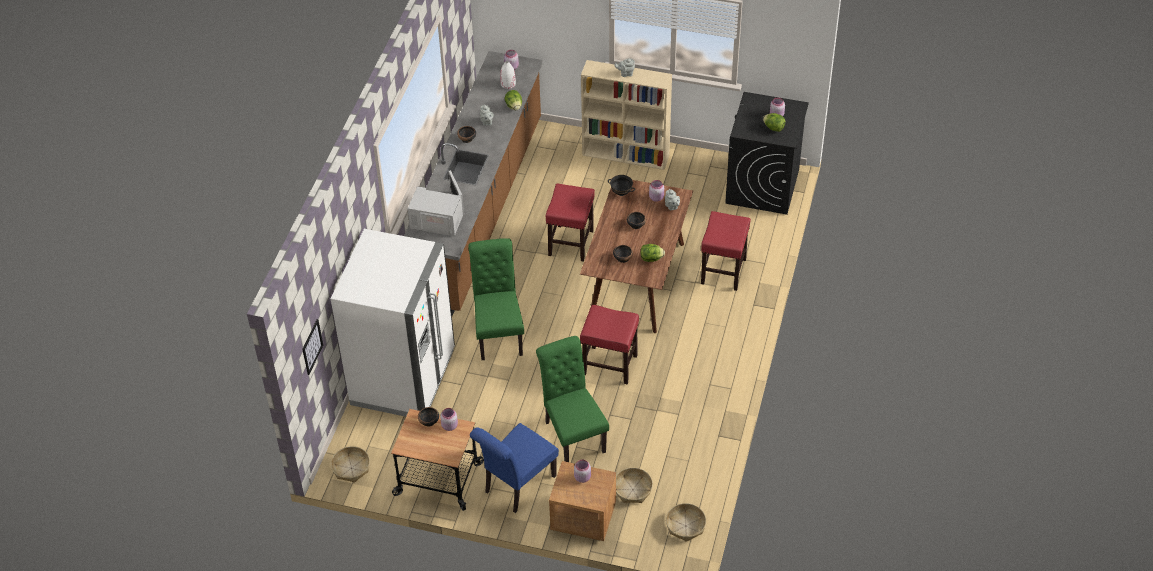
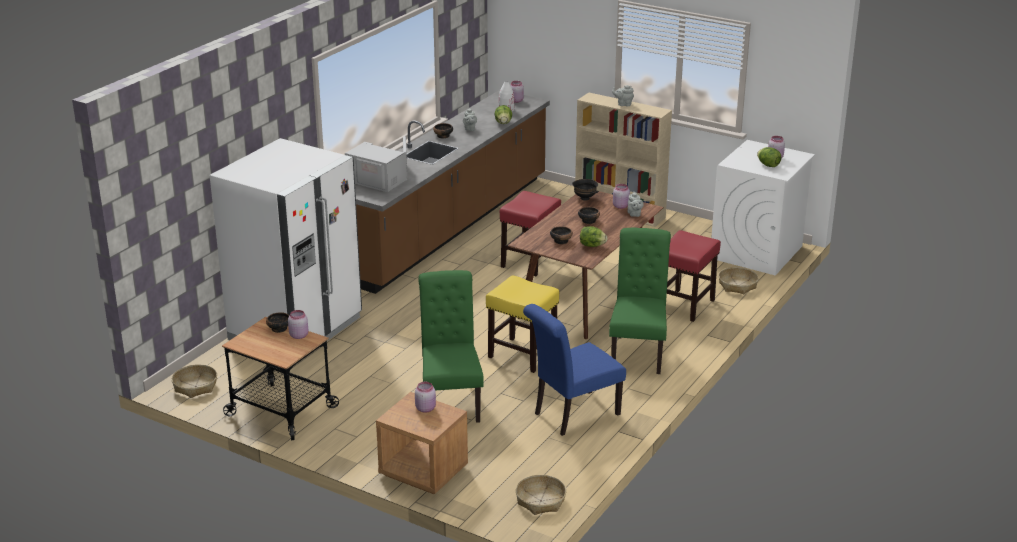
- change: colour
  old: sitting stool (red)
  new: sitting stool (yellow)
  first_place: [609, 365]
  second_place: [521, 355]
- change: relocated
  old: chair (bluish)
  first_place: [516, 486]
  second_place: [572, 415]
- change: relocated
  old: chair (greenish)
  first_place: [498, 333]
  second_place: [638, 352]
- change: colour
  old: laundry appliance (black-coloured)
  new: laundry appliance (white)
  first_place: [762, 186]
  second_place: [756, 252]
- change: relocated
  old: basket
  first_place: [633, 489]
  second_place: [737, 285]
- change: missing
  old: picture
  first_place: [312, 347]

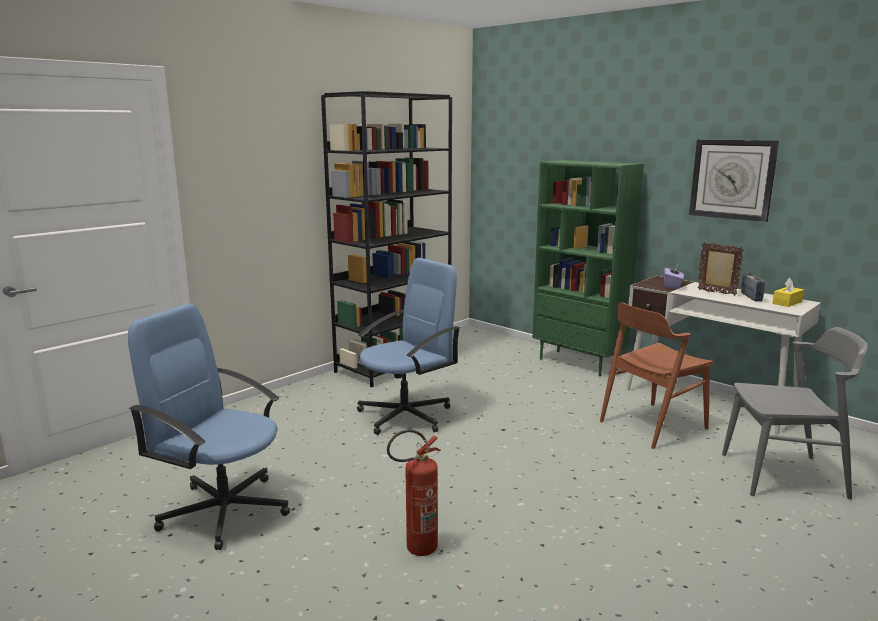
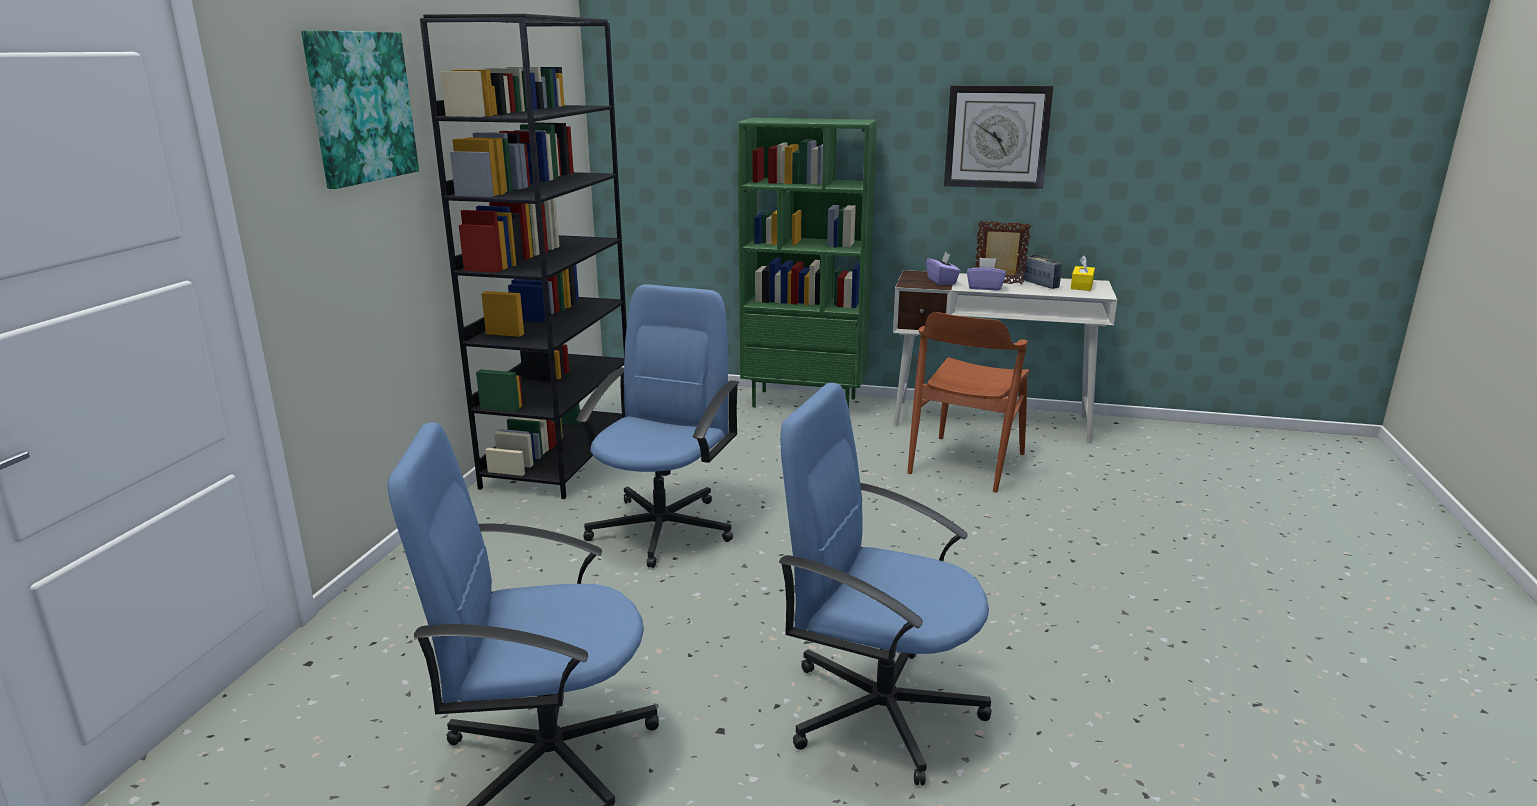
- change: appeared
  new: picture
  second_place: [360, 107]
- change: exchanged
  old: extinguisher
  new: desk chair (bluish)
  first_place: [415, 550]
  second_place: [880, 710]
- change: appeared
  new: box of tissues (purple)
  second_place: [985, 287]
- change: missing
  old: chair (gray)
  first_place: [783, 475]

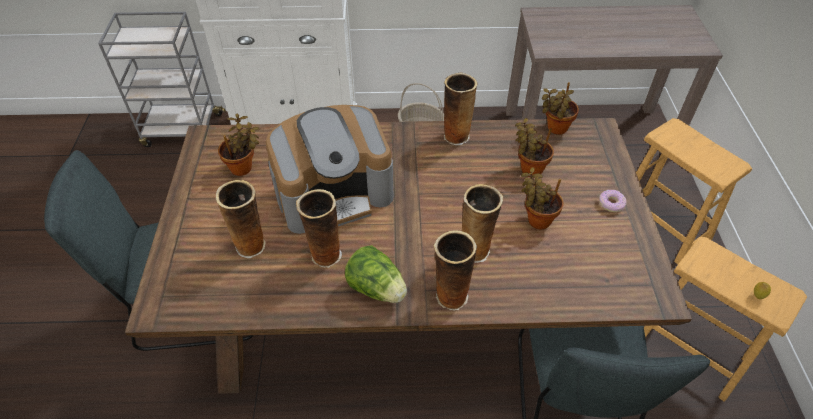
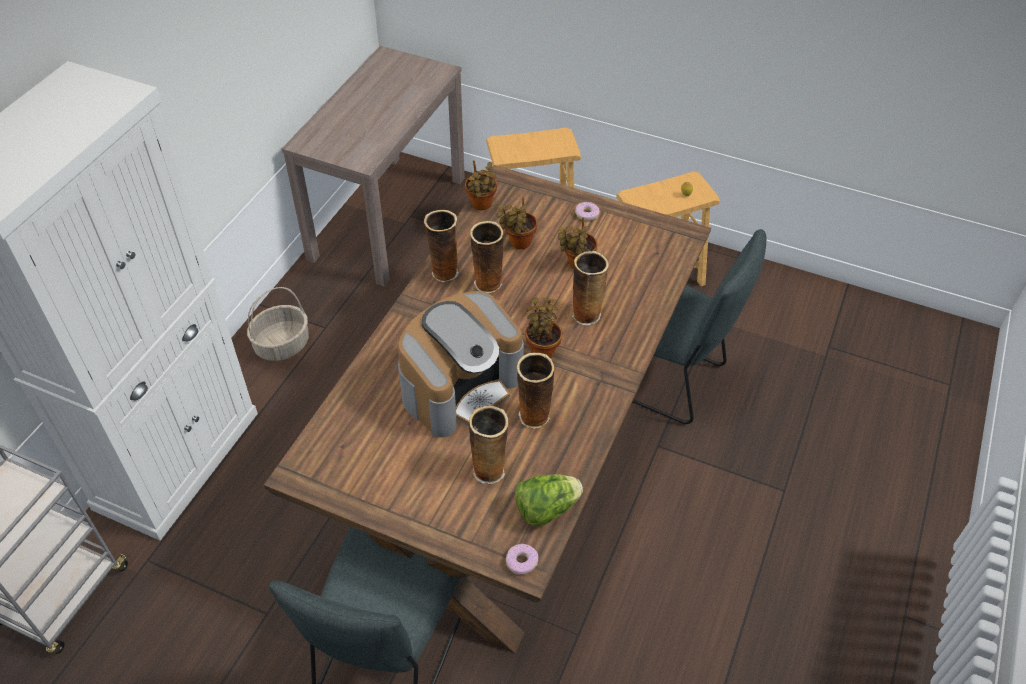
- change: spun
  old: coffee machine
  first_place: [334, 193]
  second_place: [460, 386]
  degrees: 45
- change: relocated
  old: flower vase
  first_place: [450, 296]
  second_place: [487, 284]
- change: appeared
  new: ring doughnut
  second_place: [521, 561]
- change: relocated
  old: lettuce head
  first_place: [377, 288]
  second_place: [546, 509]
- change: relocated
  old: potted plant
  first_place: [244, 167]
  second_place: [542, 350]

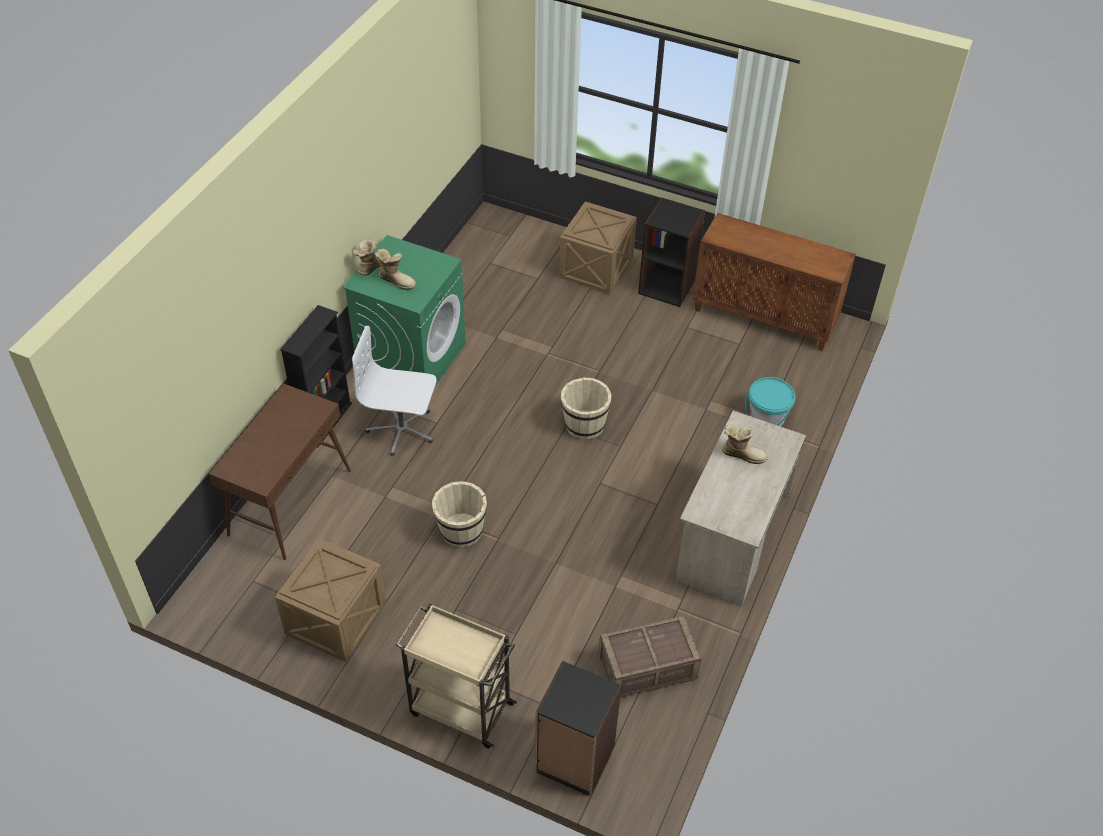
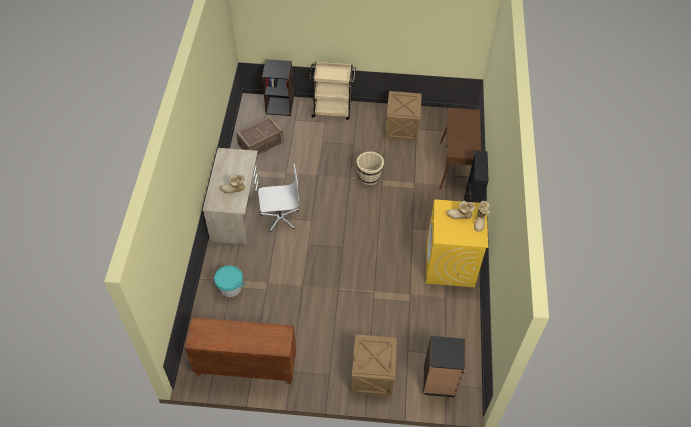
- change: relocated
  old: desk chair (white)
  first_place: [402, 430]
  second_place: [280, 217]
- change: relocated
  old: bookshelf (black-coloured)
  first_place: [667, 286]
  second_place: [439, 381]
- change: colour
  old: laundry appliance (greenish)
  new: laundry appliance (yellow)
  first_place: [412, 358]
  second_place: [450, 264]
- change: missing
  old: pail (sand-coloured)
  first_place: [584, 425]

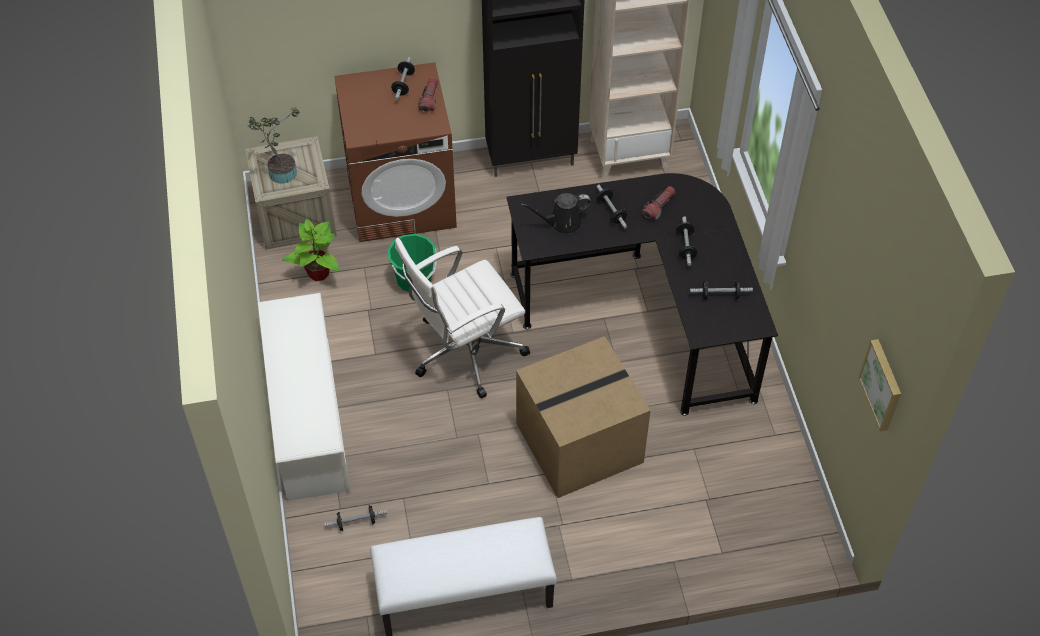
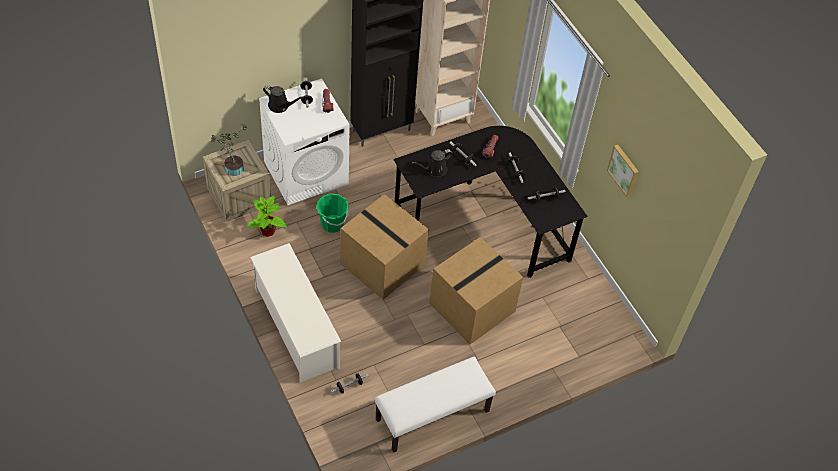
- change: colour
  old: laundry appliance (brown-coloured)
  new: laundry appliance (white)
  first_place: [402, 200]
  second_place: [306, 172]
- change: appeared
  new: watering pot (black-coloured)
  second_place: [280, 106]
- change: exchanged
  old: desk chair (white)
  new: packing box
  first_place: [464, 352]
  second_place: [381, 264]
- change: relocated
  old: picture
  first_place: [883, 384]
  second_place: [624, 170]

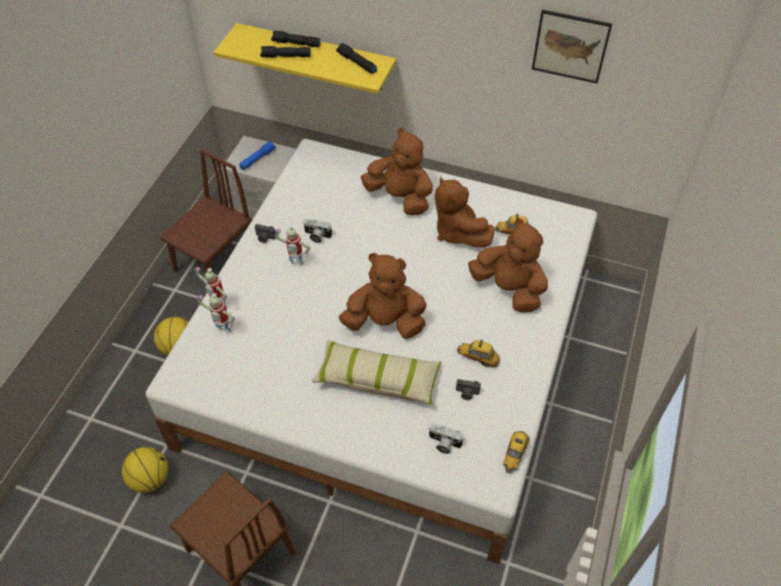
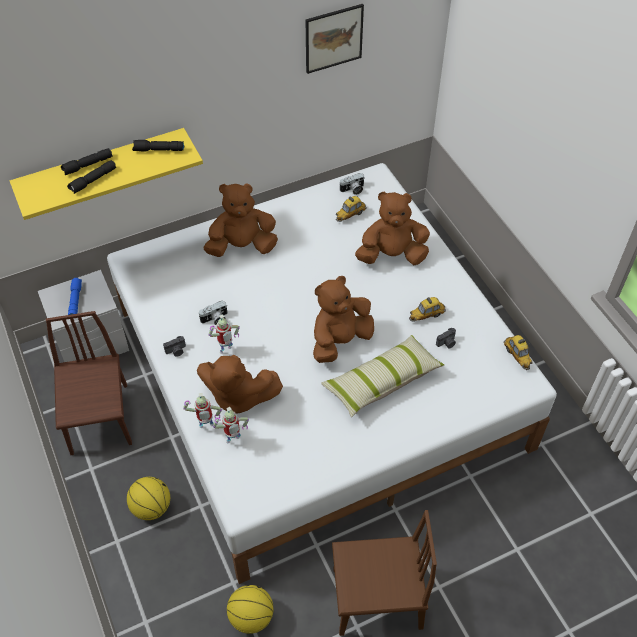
- change: relocated
  old: cuddly toy (brown-coloured)
  first_place: [457, 232]
  second_place: [237, 397]
- change: relocated
  old: photo camera
  first_place: [443, 443]
  second_place: [353, 190]

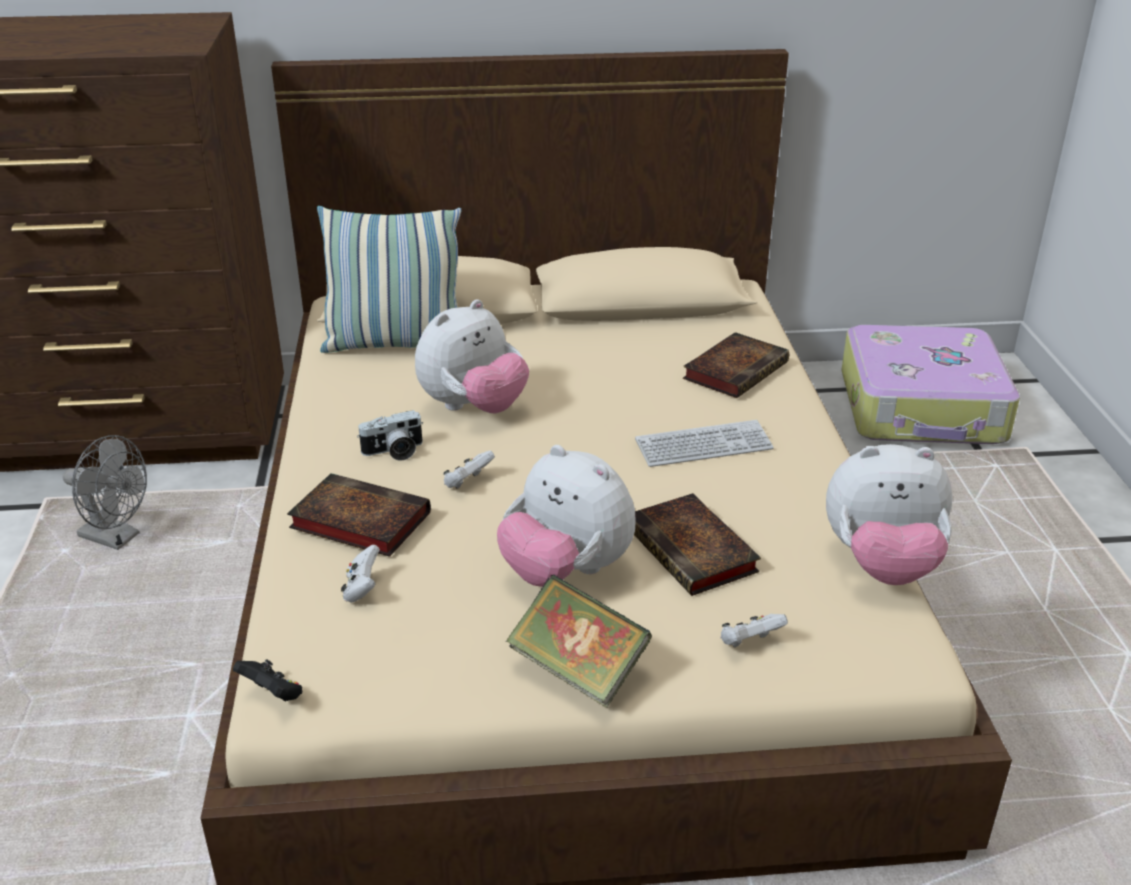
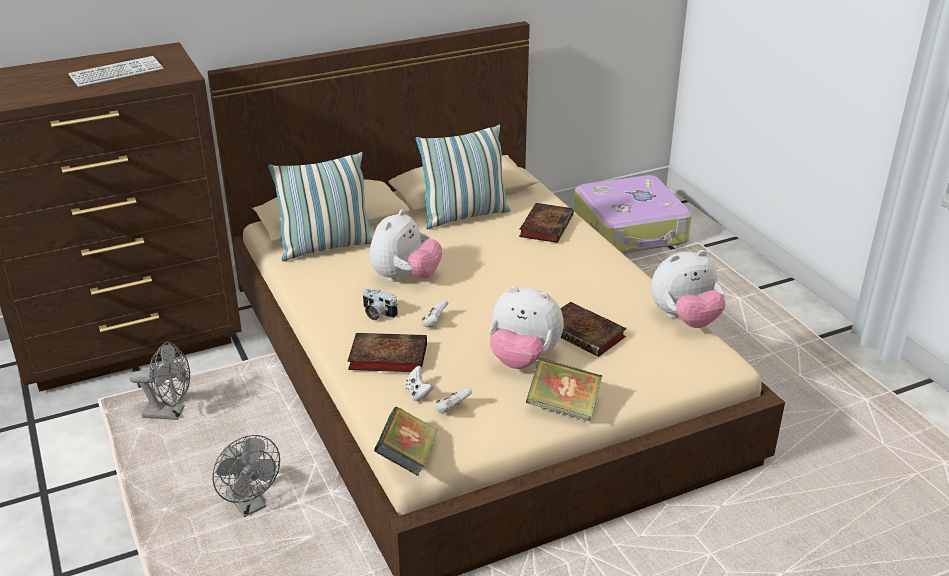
- change: relocated
  old: computer keyboard
  first_place: [703, 446]
  second_place: [117, 73]
- change: appeared
  new: cooling fan (gray)
  second_place: [250, 505]
- change: spun
  old: photo camera
  first_place: [394, 452]
  second_place: [377, 313]
  degrees: 75
- change: exchanged
  old: game controller (black-coloured)
  new: volume
  first_place: [273, 694]
  second_place: [407, 458]
- change: appeared
  new: throw pillow
  second_place: [464, 216]
- change: relocated
  old: game controller (white)
  first_place: [749, 643]
  second_place: [452, 409]

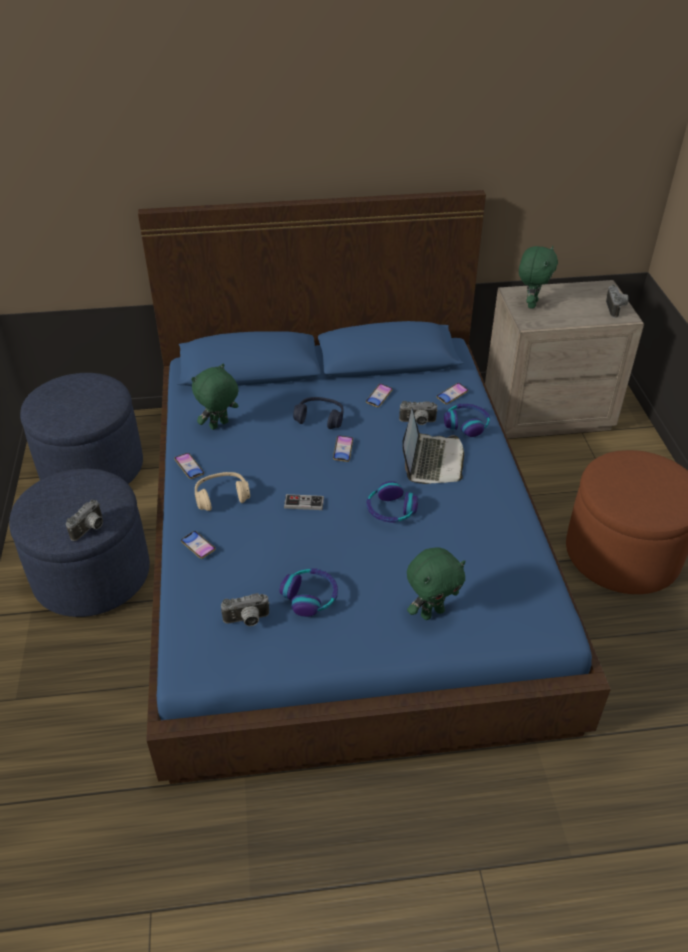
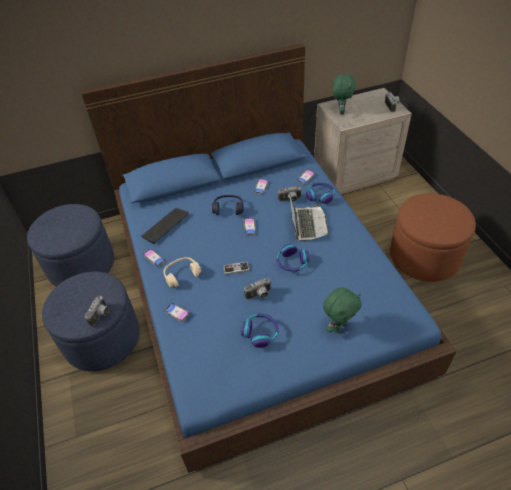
- change: exchanged
  old: cuddly toy (greenish)
  new: computer keyboard
  first_place: [219, 426]
  second_place: [165, 226]
- change: relocated
  old: photo camera
  first_place: [247, 620]
  second_place: [259, 295]

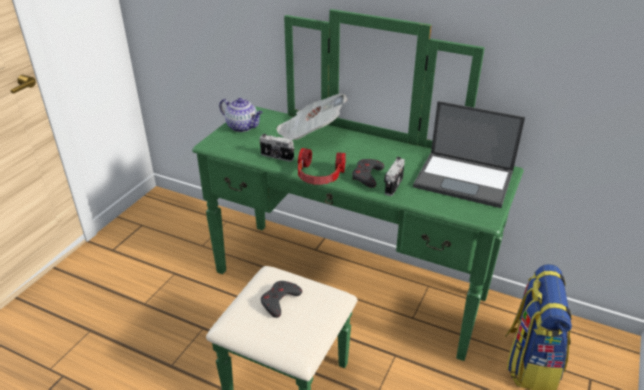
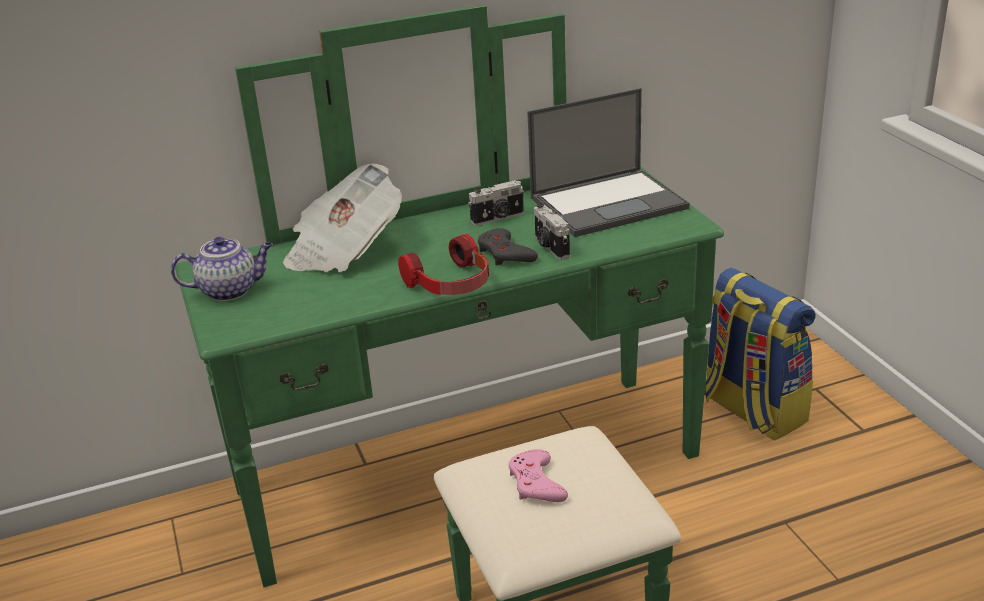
- change: relocated
  old: photo camera
  first_place: [276, 157]
  second_place: [498, 218]
- change: colour
  old: game controller (gray)
  new: game controller (pink-coloured)
  first_place: [279, 301]
  second_place: [536, 483]

